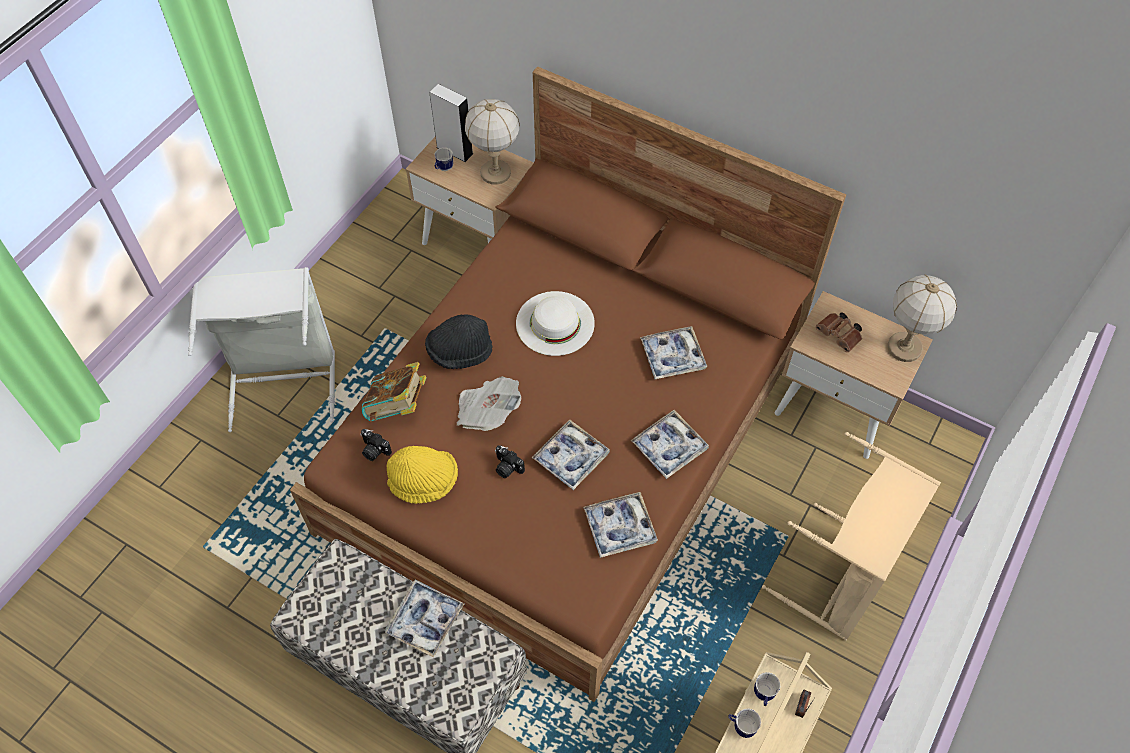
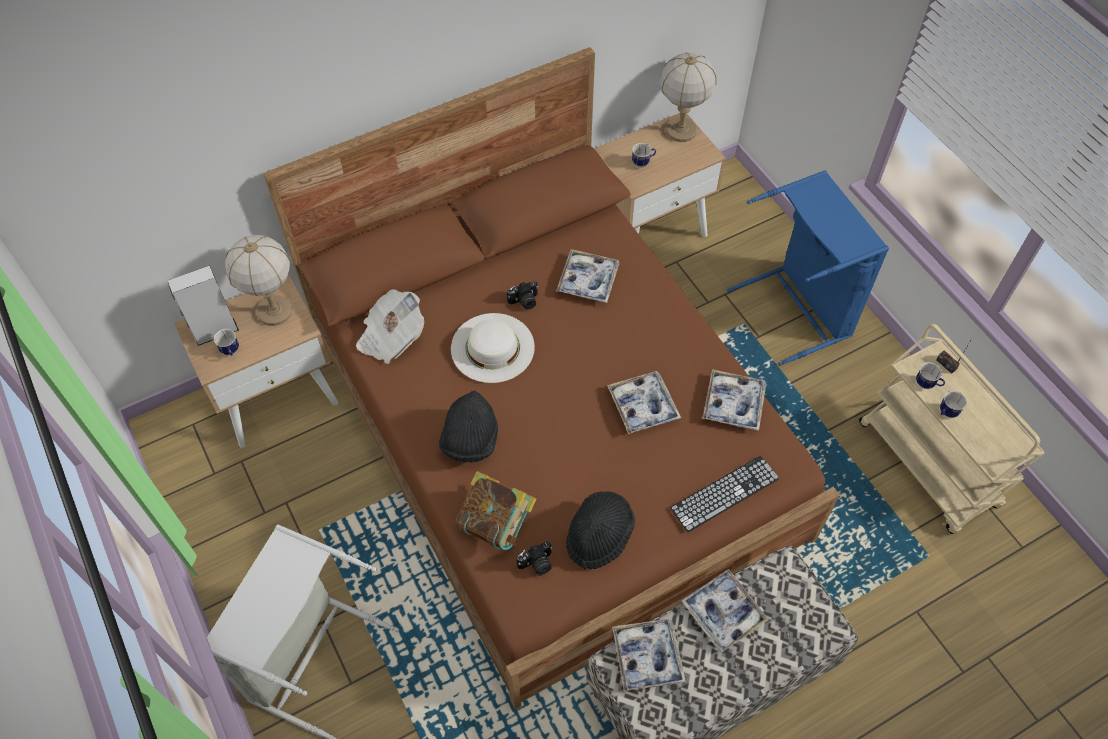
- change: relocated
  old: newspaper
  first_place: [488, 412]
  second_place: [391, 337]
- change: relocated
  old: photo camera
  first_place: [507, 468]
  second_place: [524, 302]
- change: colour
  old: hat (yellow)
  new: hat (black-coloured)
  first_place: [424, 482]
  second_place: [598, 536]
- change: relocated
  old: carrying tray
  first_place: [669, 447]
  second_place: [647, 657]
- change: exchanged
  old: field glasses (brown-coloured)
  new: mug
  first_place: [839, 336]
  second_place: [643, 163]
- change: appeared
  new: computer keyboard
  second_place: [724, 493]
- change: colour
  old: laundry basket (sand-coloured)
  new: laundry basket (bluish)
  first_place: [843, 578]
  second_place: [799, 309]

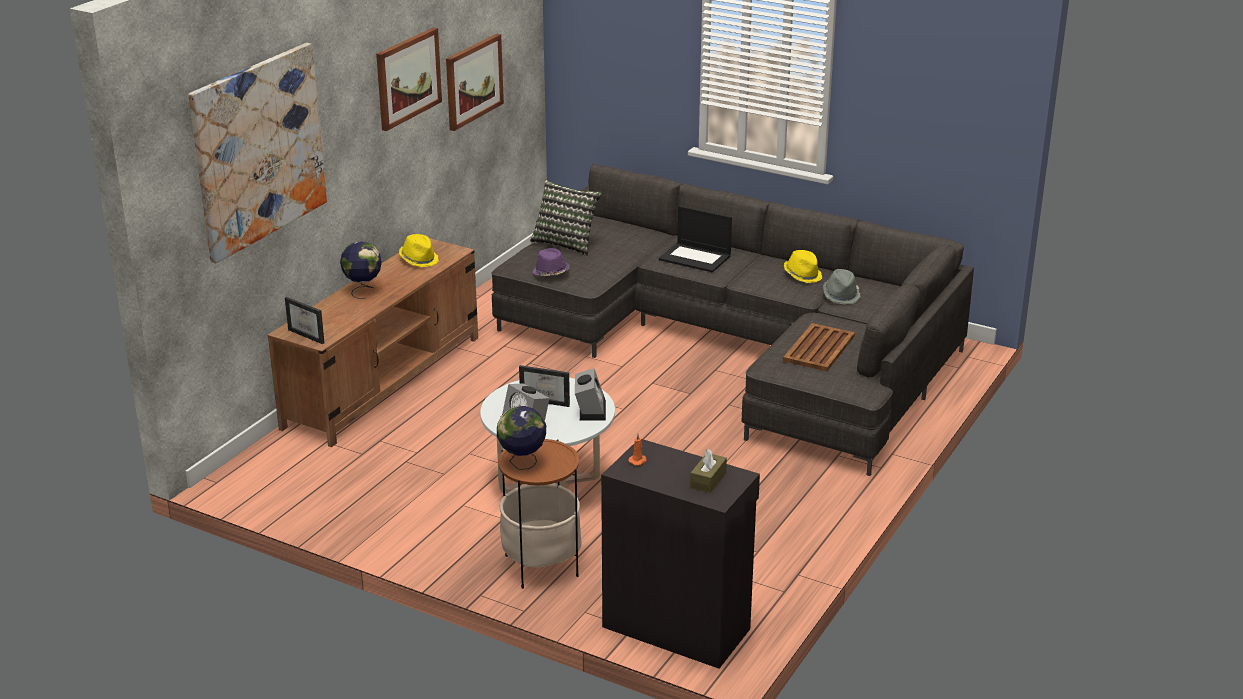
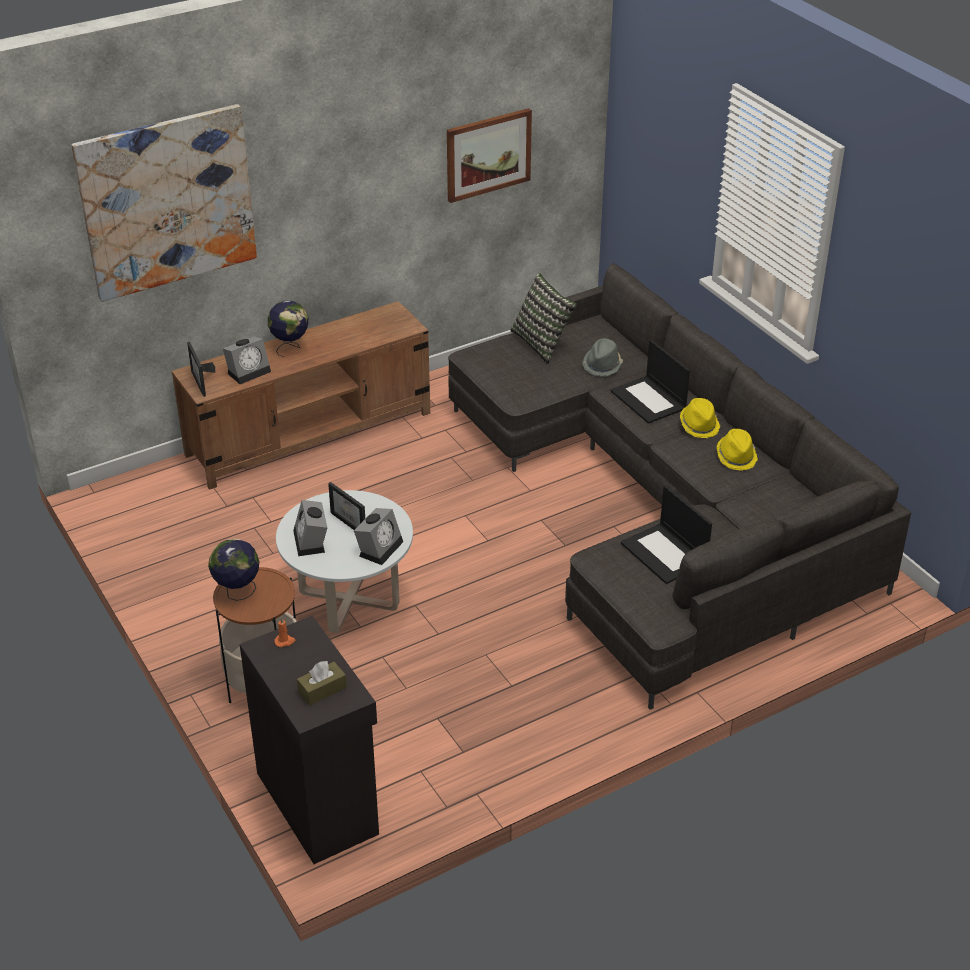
- change: appeared
  new: table clock
  second_place: [249, 371]
- change: relocated
  old: hat (gray)
  first_place: [841, 295]
  second_place: [602, 365]
- change: exchanged
  old: carrying tray (brown-coloured)
  new: laptop
  first_place: [819, 348]
  second_place: [665, 554]
- change: relocated
  old: hat (yellow)
  first_place: [419, 259]
  second_place: [699, 425]
- change: missing
  old: picture
  first_place: [407, 78]
- change: missing
  old: hat (purple)
  first_place: [550, 273]

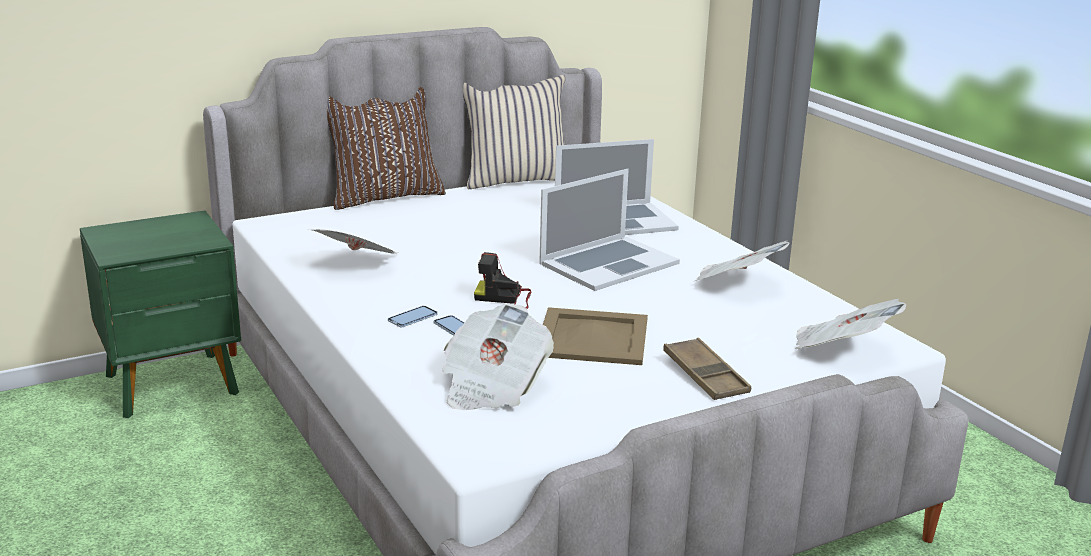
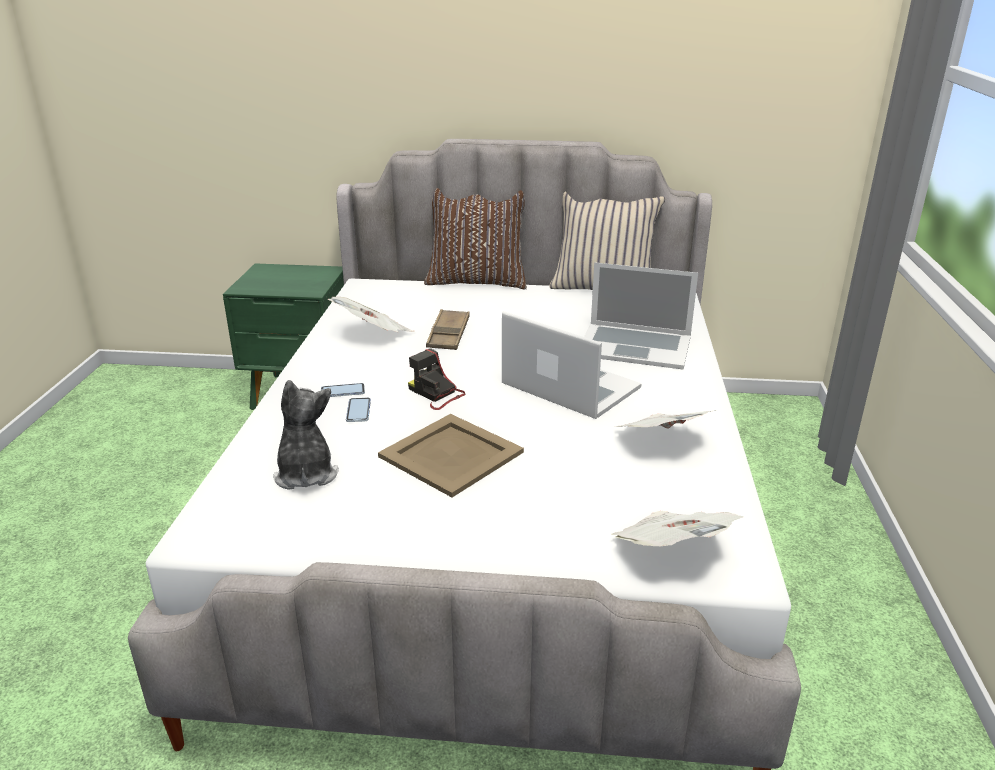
- change: exchanged
  old: newspaper
  new: cuddly toy
  first_place: [492, 386]
  second_place: [306, 474]
- change: relocated
  old: carrying tray (brown-coloured)
  first_place: [705, 376]
  second_place: [448, 335]
- change: spun
  old: laptop
  first_place: [608, 263]
  second_place: [569, 386]
  degrees: -135

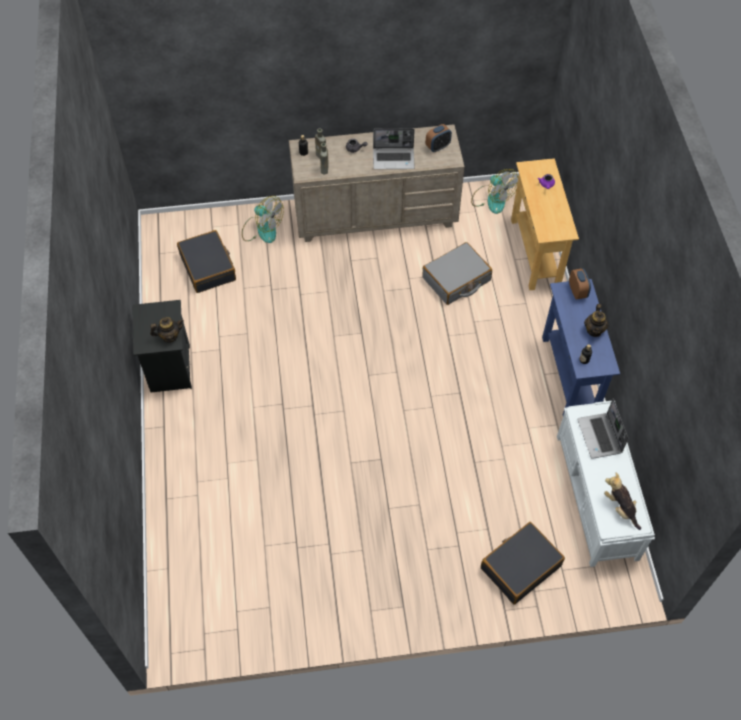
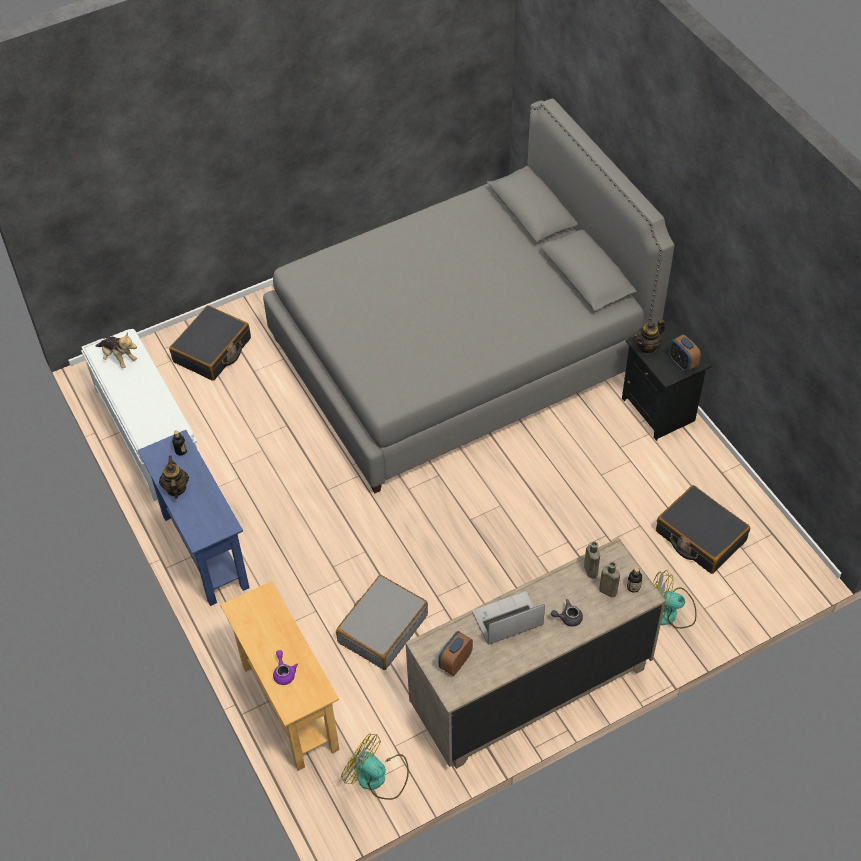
- change: appeared
  new: bedroom bed (gray)
  second_place: [459, 352]
- change: relocated
  old: table clock
  first_place: [577, 291]
  second_place: [682, 363]
- change: missing
  old: laptop
  first_place: [600, 436]

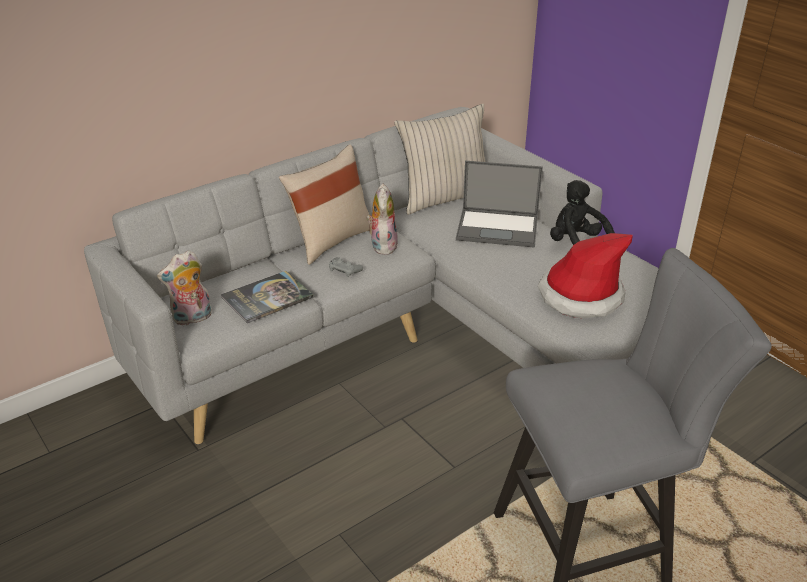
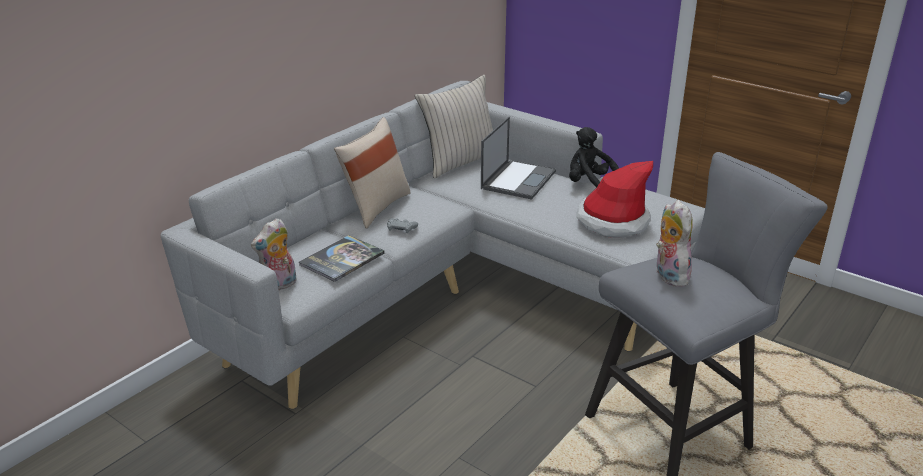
- change: spun
  old: laptop
  first_place: [498, 228]
  second_place: [518, 179]
  degrees: -60
- change: relocated
  old: cuddly toy
  first_place: [382, 245]
  second_place: [668, 275]

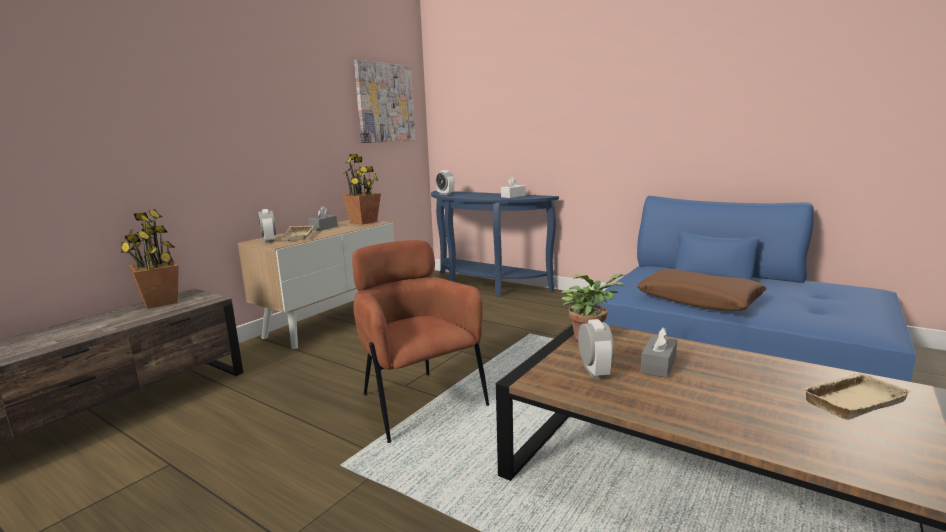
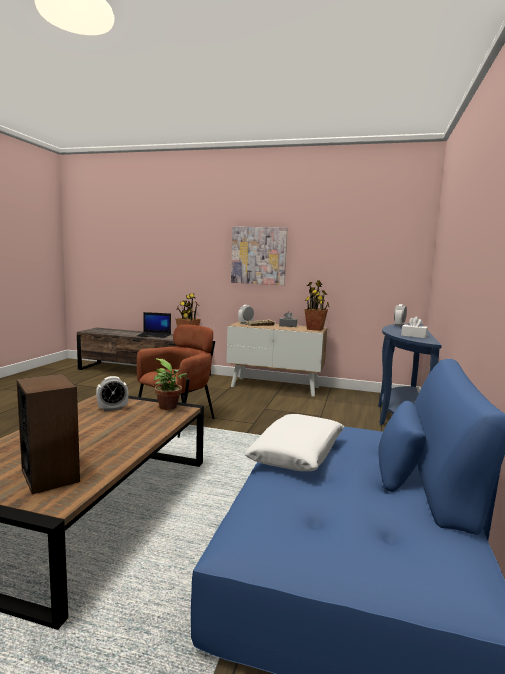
- change: exchanged
  old: carrying tray (sand-coloured)
  new: audio speaker
  first_place: [851, 400]
  second_place: [50, 475]
- change: appeared
  new: laptop
  second_place: [154, 335]
- change: relocated
  old: picture
  first_place: [385, 103]
  second_place: [258, 255]
- change: colour
  old: throw pillow (brown-coloured)
  new: throw pillow (white)
  first_place: [698, 300]
  second_place: [297, 452]
- change: missing
  old: box of tissues (gray)
  first_place: [658, 365]

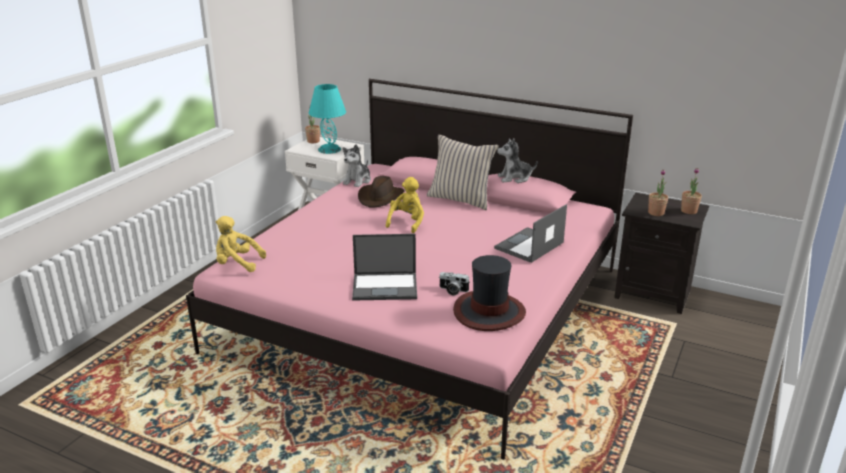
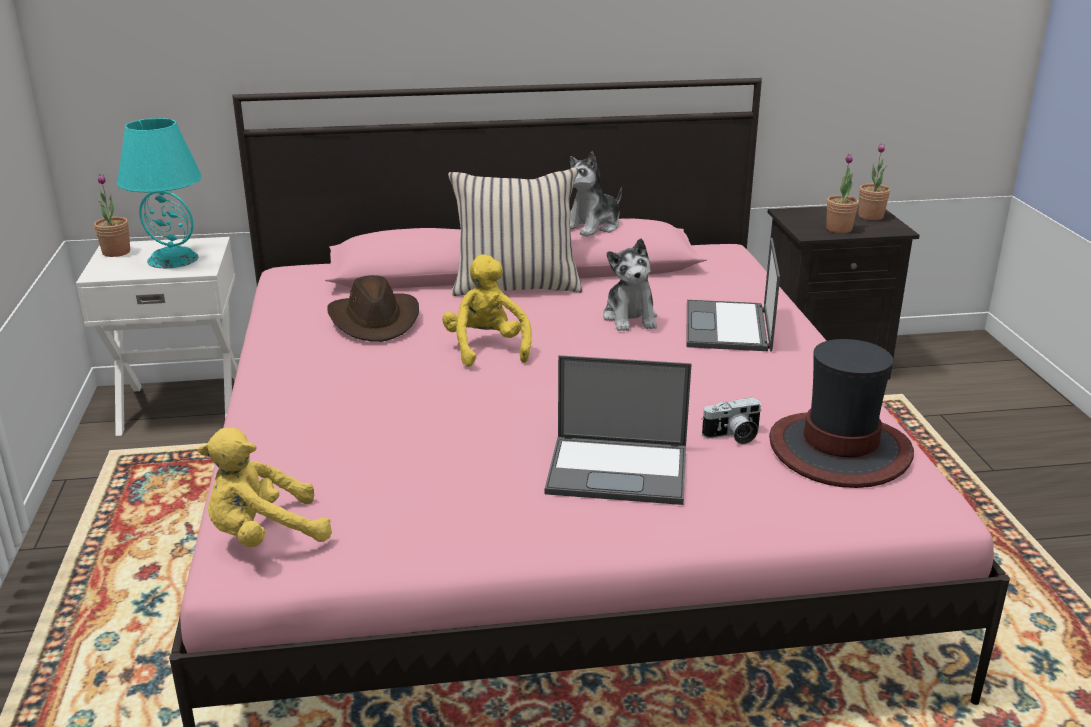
- change: spun
  old: laptop
  first_place: [386, 286]
  second_place: [619, 470]
  degrees: 45
- change: relocated
  old: cuddly toy
  first_place: [357, 181]
  second_place: [630, 318]

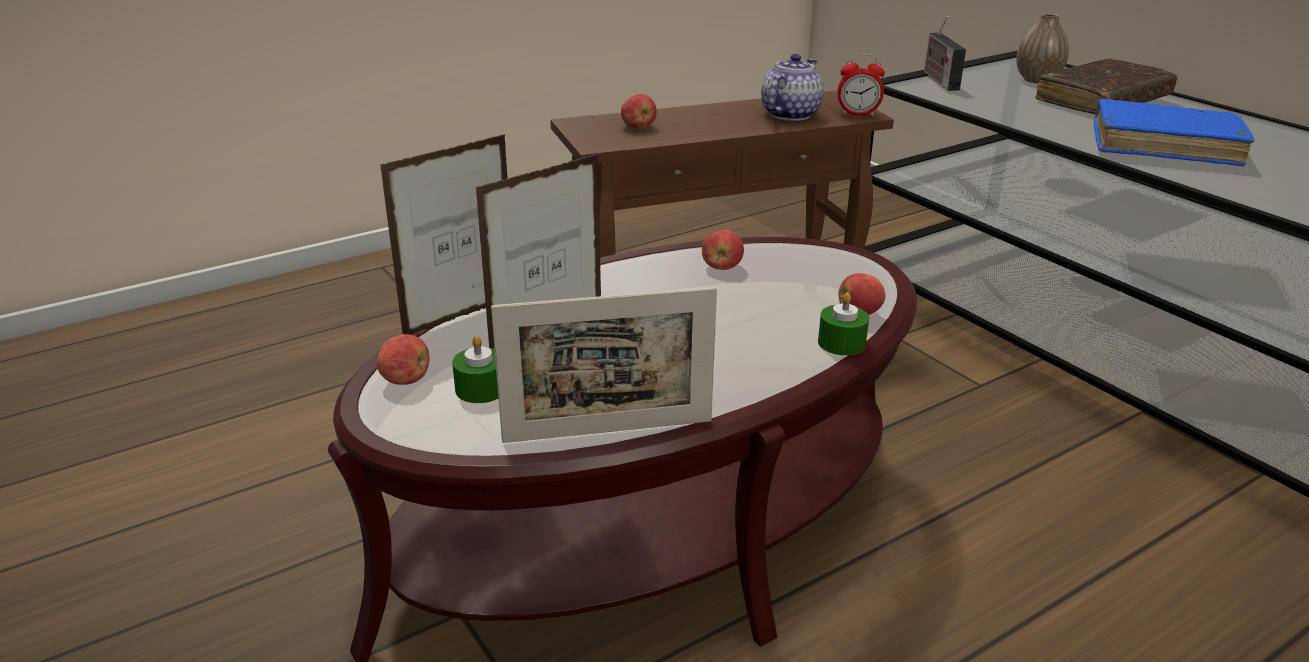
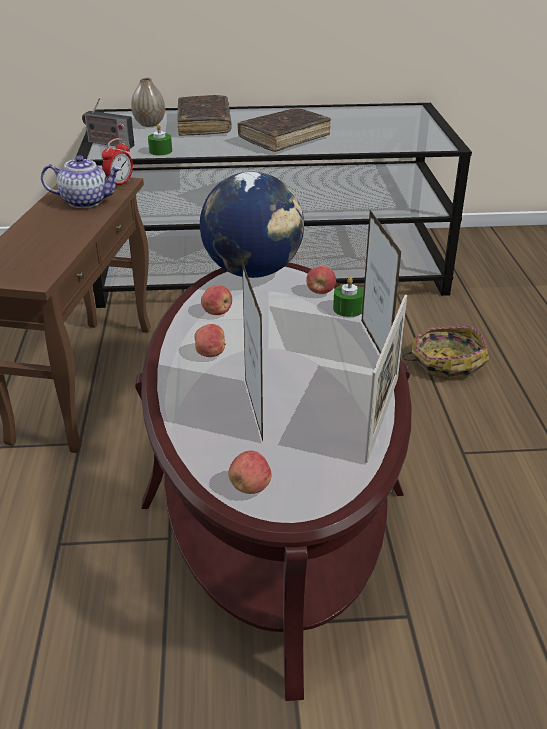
- change: spun
  old: pot for tea
  first_place: [789, 114]
  second_place: [86, 201]
  degrees: 120
- change: relocated
  old: wax light (greenish)
  first_place: [481, 389]
  second_place: [160, 151]
- change: relocated
  old: apple
  first_place: [638, 127]
  second_place: [210, 353]
- change: appeared
  new: world globe
  second_place: [253, 271]
- change: colour
  old: volume (bluish)
  new: volume (brown-coloured)
  first_place: [1164, 147]
  second_place: [284, 138]
- change: relocated
  old: standing frame
  first_place: [461, 317]
  second_place: [374, 344]
- change: appeared
  new: basket
  second_place: [446, 363]

